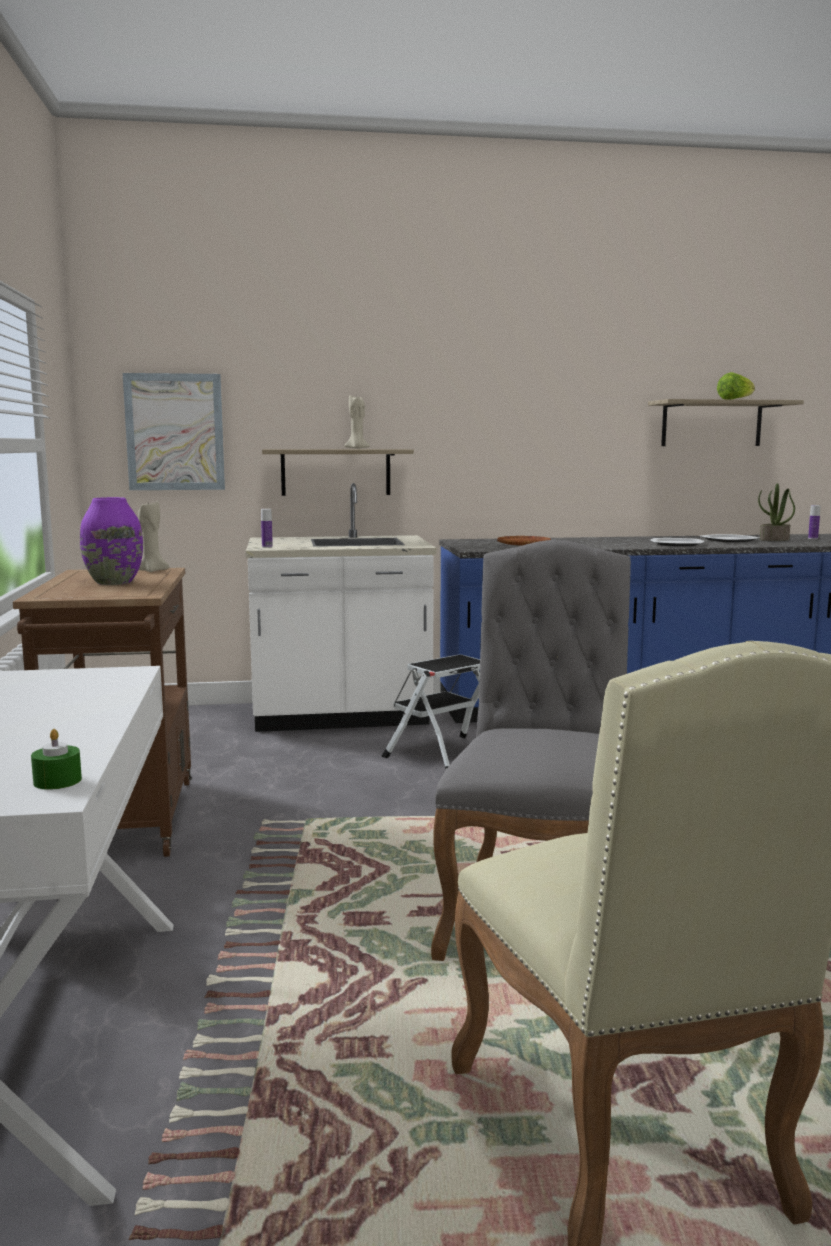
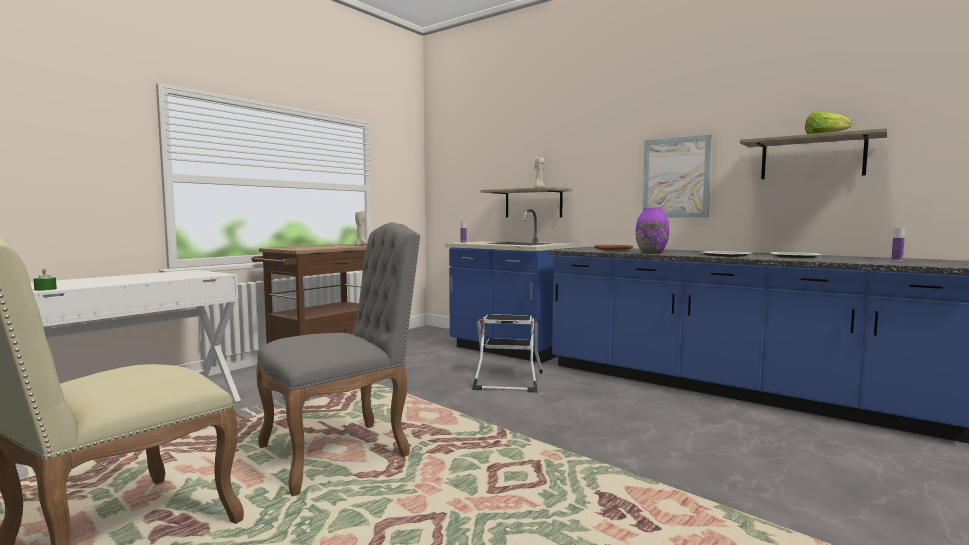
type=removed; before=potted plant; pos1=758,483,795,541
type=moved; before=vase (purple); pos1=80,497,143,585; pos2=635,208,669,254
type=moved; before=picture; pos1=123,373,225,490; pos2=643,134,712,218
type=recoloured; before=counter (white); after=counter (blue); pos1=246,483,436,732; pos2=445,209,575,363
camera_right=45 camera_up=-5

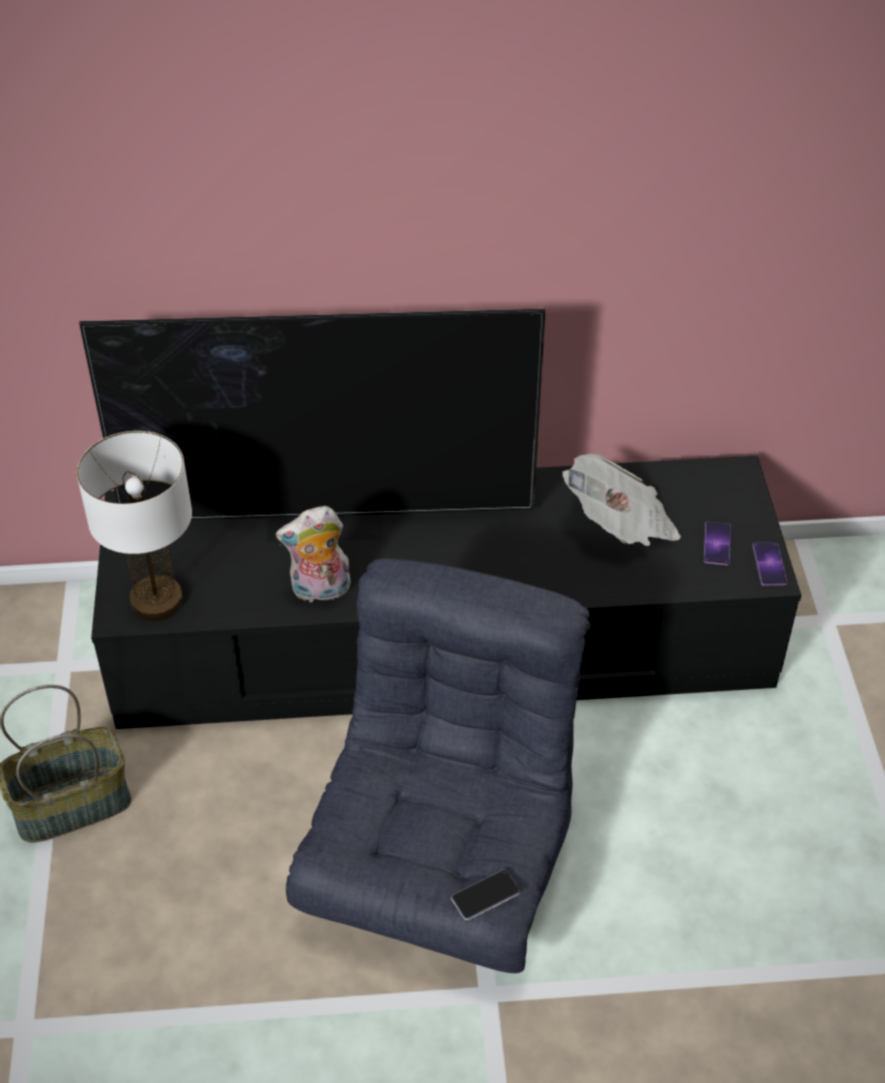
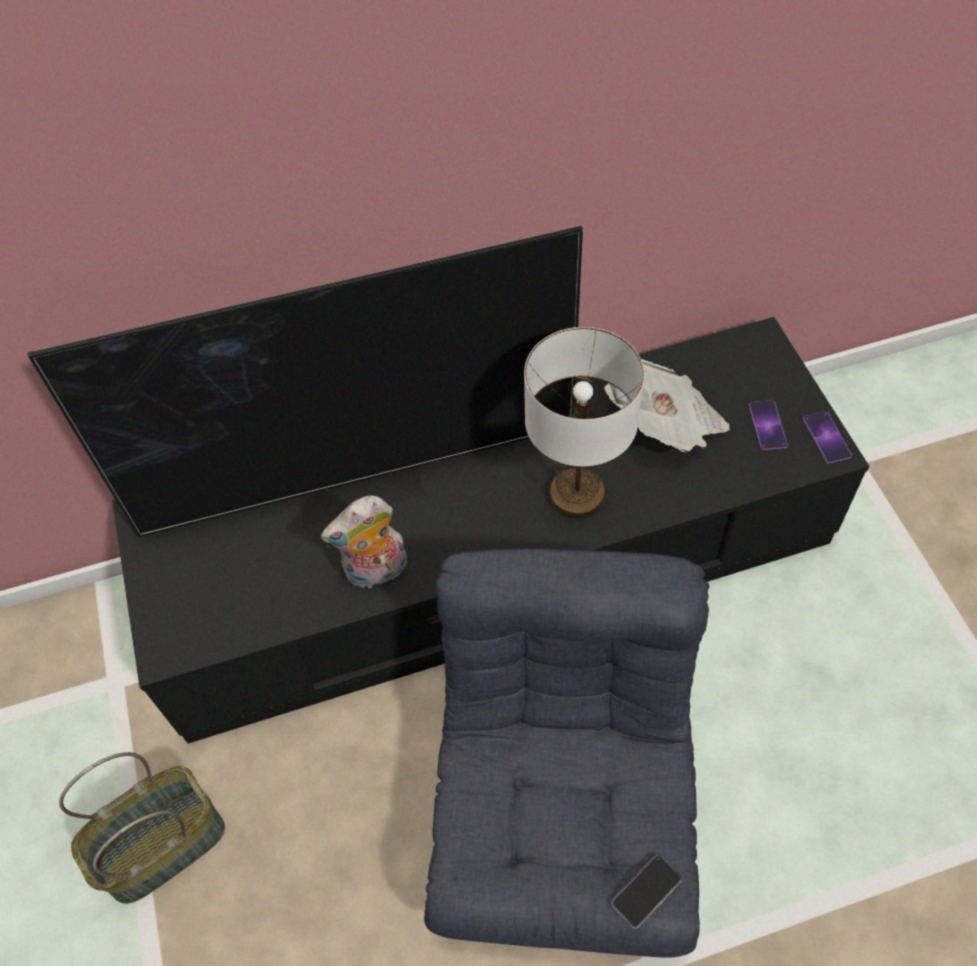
type=moved; before=table lamp; pos1=77,431,192,621; pos2=524,327,644,519
camera_right=-10 camera_up=10

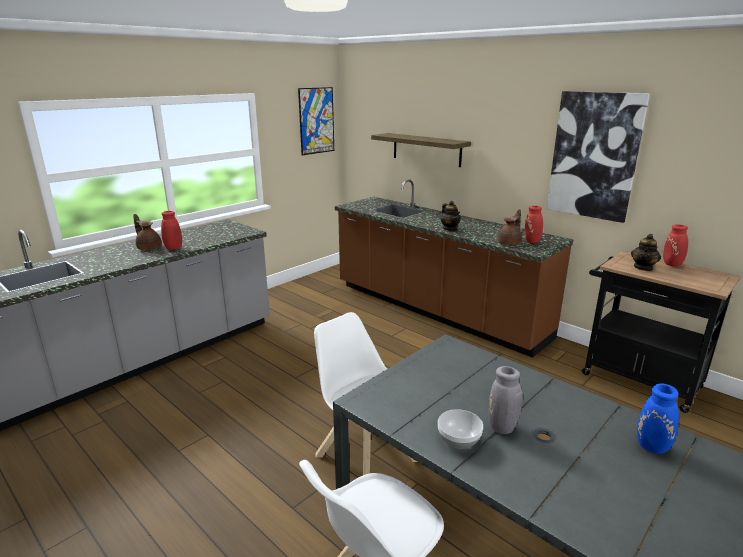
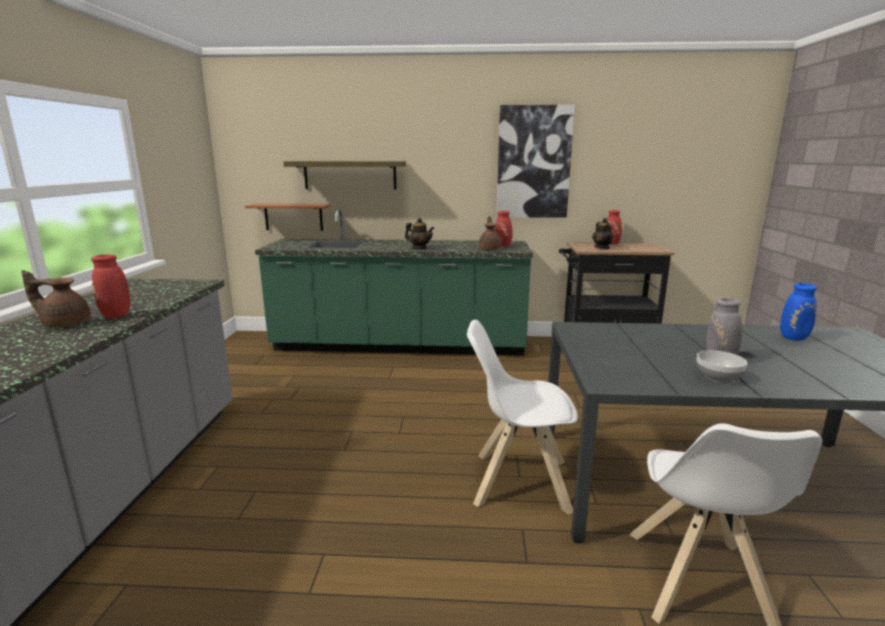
type=removed; before=picture; pos1=298,87,334,155
type=added; after=shelf; pos2=245,203,331,231
type=recoloured; before=counter (brown); after=counter (green); pos1=335,179,574,358; pos2=255,209,533,356
camera_right=-40 camera_up=-5

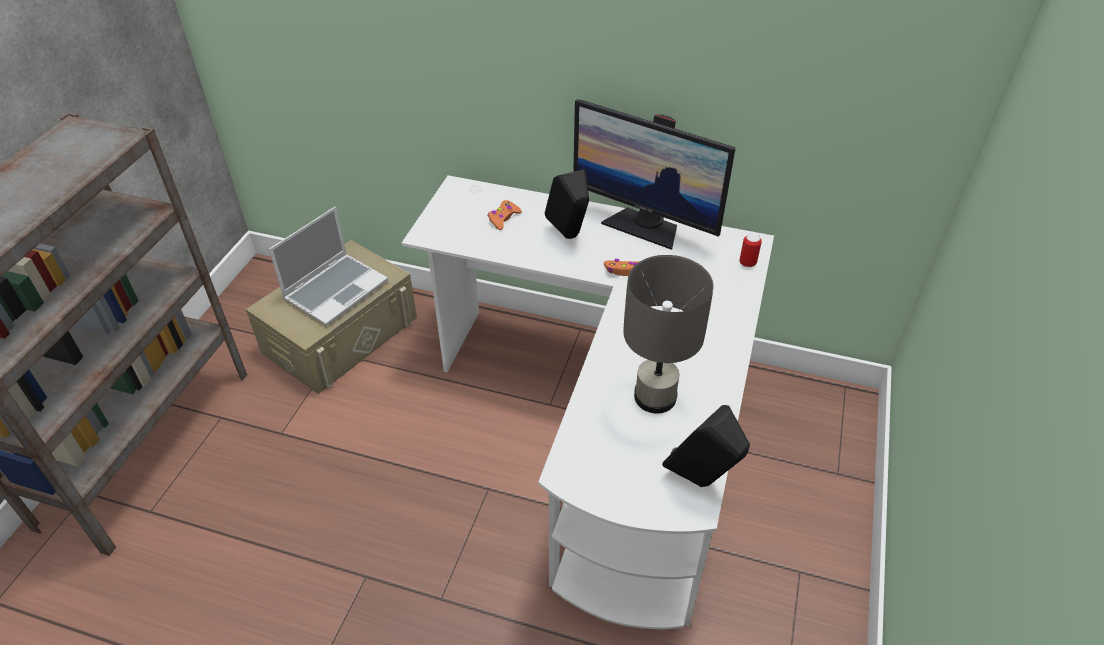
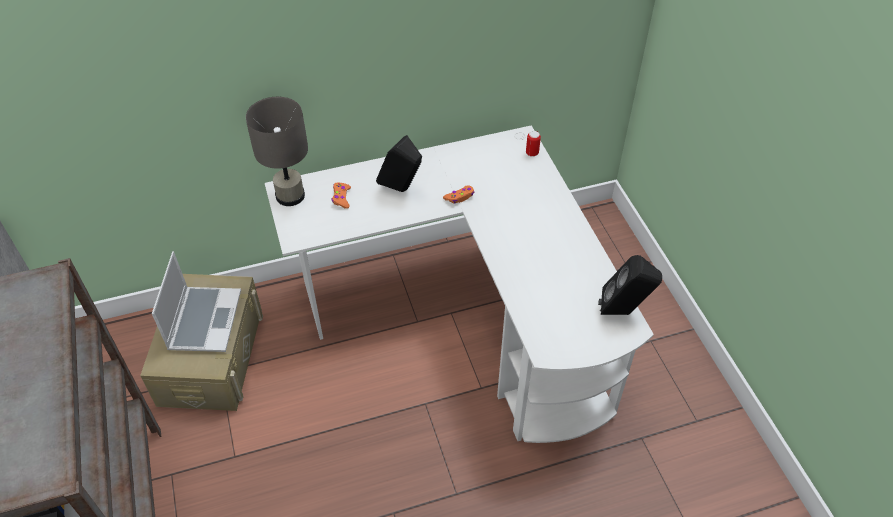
type=removed; before=monitor; pos1=573,100,736,250
type=moved; before=table lamp (grey); pos1=623,255,714,413; pos2=246,97,308,206
camera_right=-35 camera_up=5

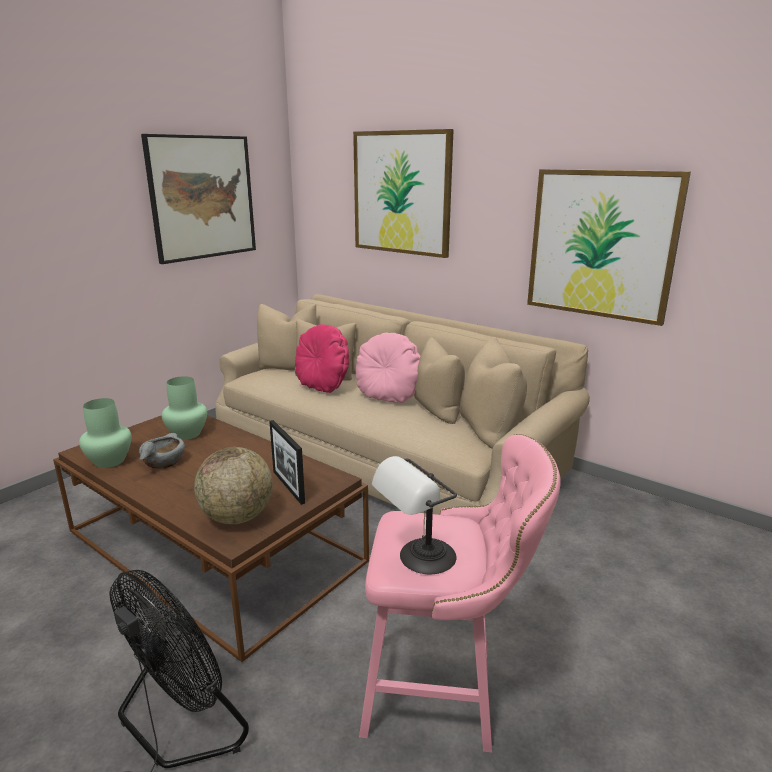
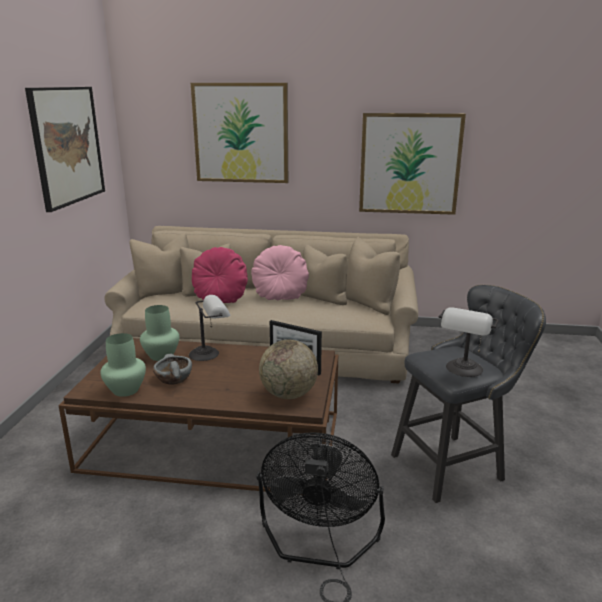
type=added; after=table lamp; pos2=189,295,230,361
type=recoloured; before=stool (pink); after=stool (grey); pos1=359,434,561,753; pos2=391,285,546,503
camera_right=-30 camera_up=0

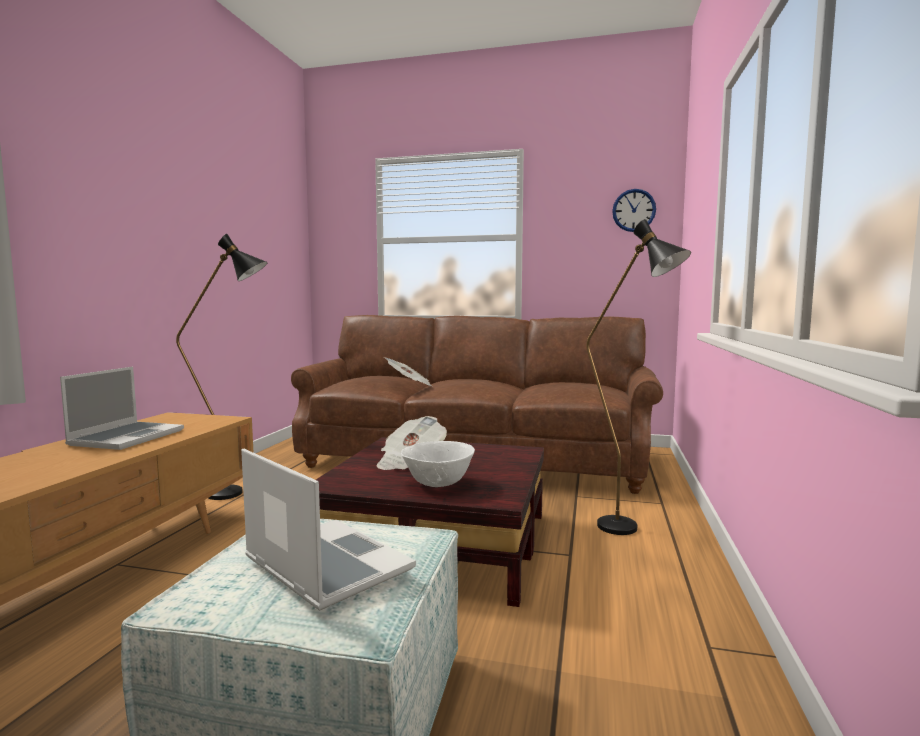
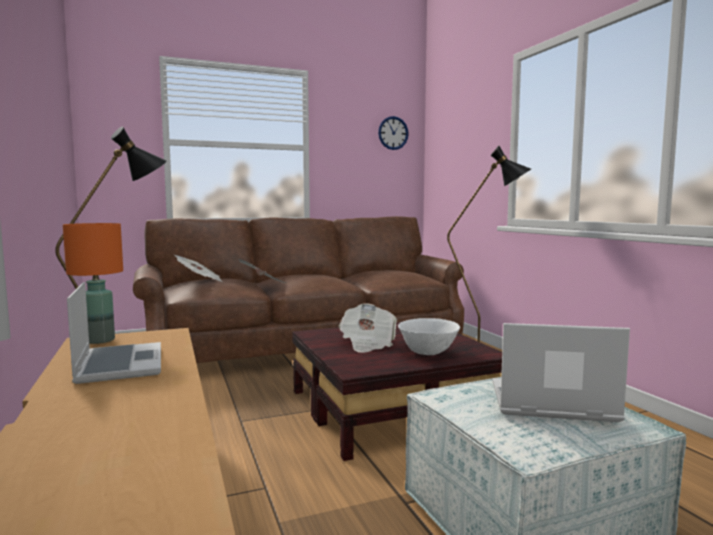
type=added; after=table lamp (orange); pos2=63,223,123,344
type=added; after=newspaper; pos2=174,255,223,282
camera_right=-35 camera_up=0

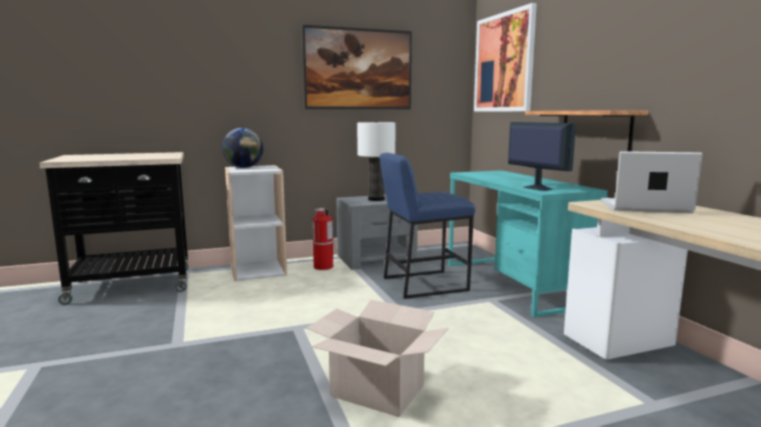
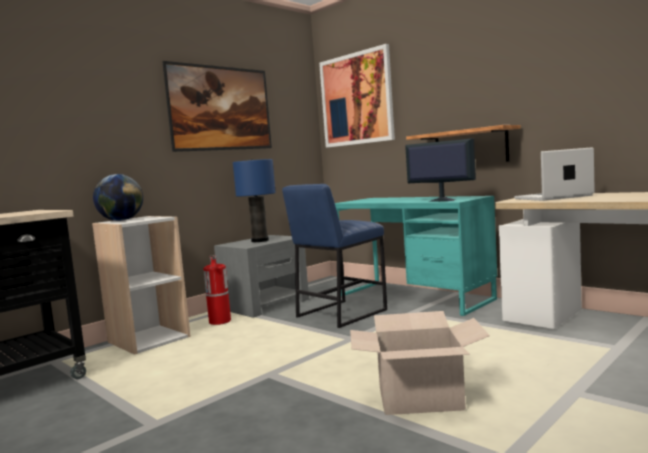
type=recoloured; before=table lamp (white); after=table lamp (blue); pos1=357,121,395,201; pos2=233,159,276,242
camera_right=-25 camera_up=-5

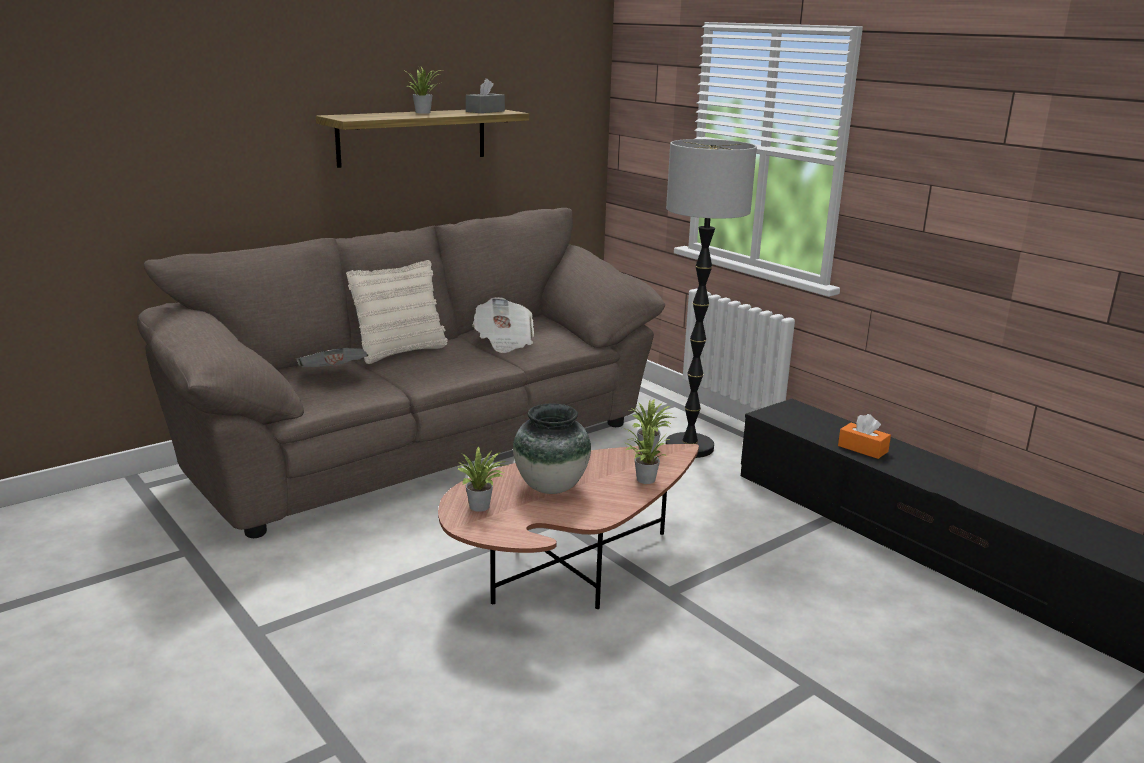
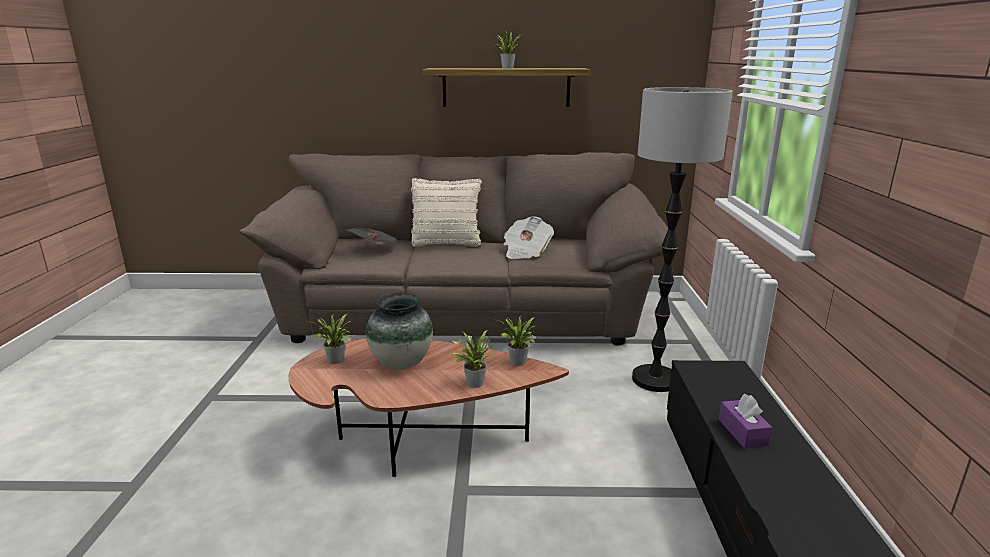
type=removed; before=tissue box (grey); pos1=466,78,505,113
type=recoloured; before=tissue box (orange); after=tissue box (purple); pos1=838,414,891,459; pos2=719,394,773,448
camera_right=40 camera_up=0

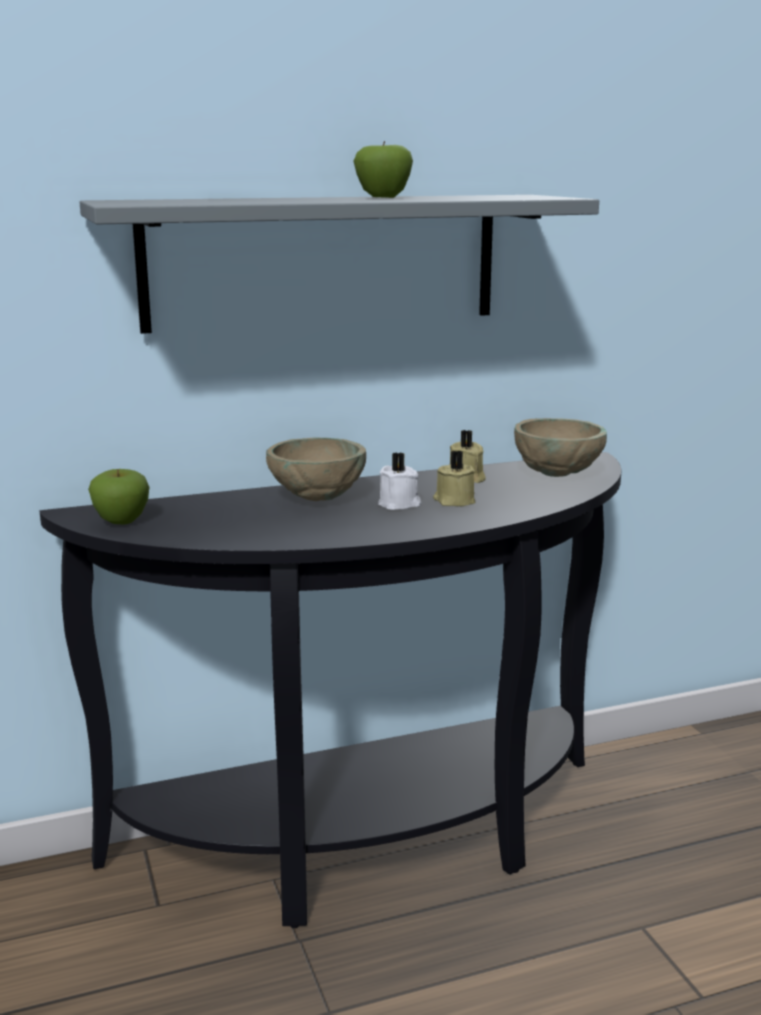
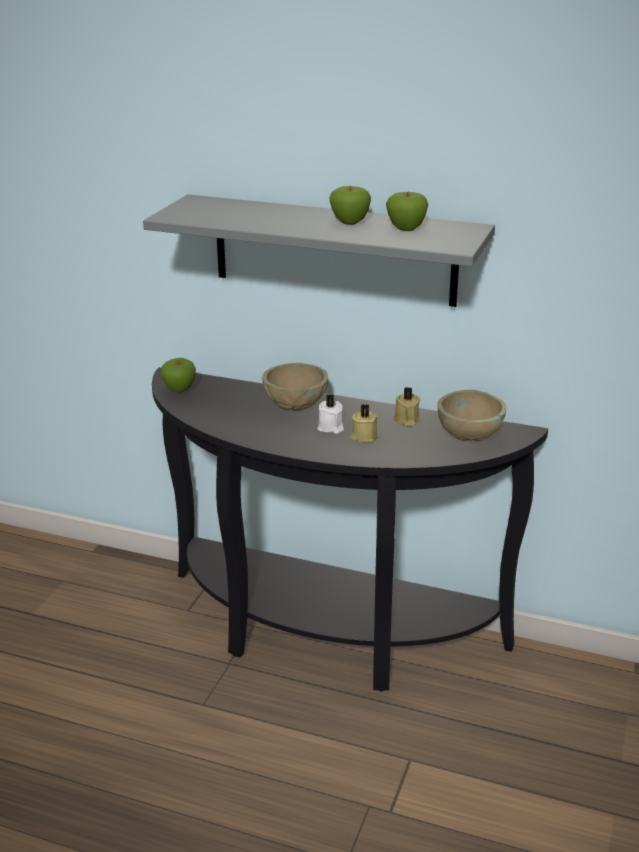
type=added; after=apple; pos2=386,192,428,231
camera_right=40 camera_up=10

